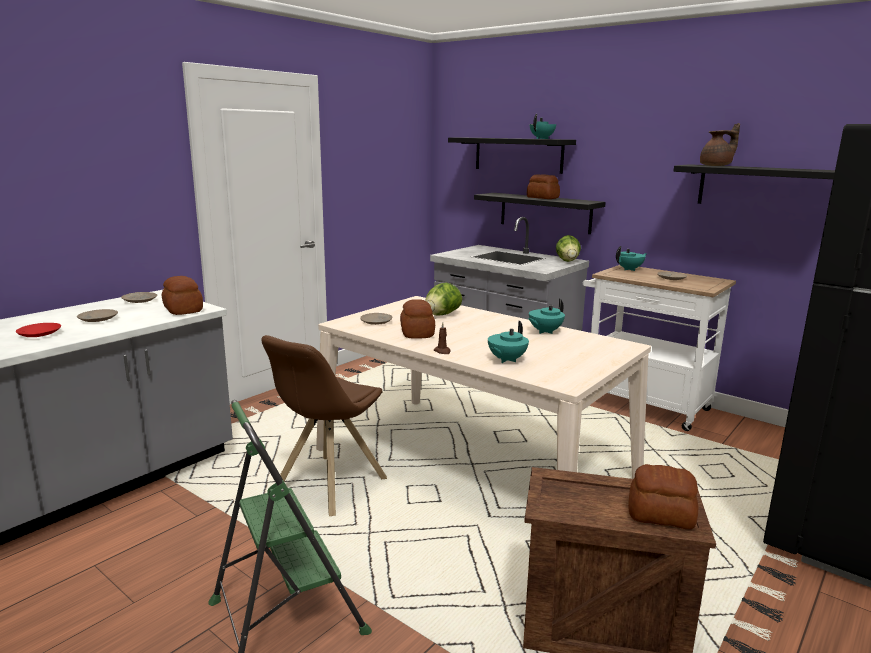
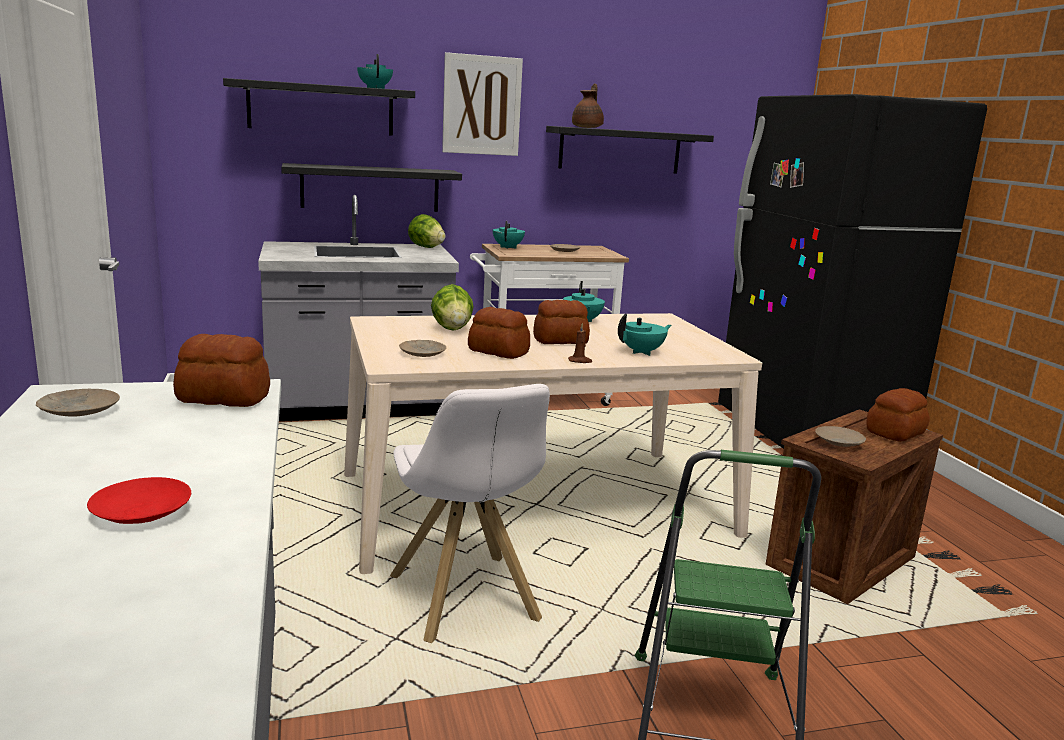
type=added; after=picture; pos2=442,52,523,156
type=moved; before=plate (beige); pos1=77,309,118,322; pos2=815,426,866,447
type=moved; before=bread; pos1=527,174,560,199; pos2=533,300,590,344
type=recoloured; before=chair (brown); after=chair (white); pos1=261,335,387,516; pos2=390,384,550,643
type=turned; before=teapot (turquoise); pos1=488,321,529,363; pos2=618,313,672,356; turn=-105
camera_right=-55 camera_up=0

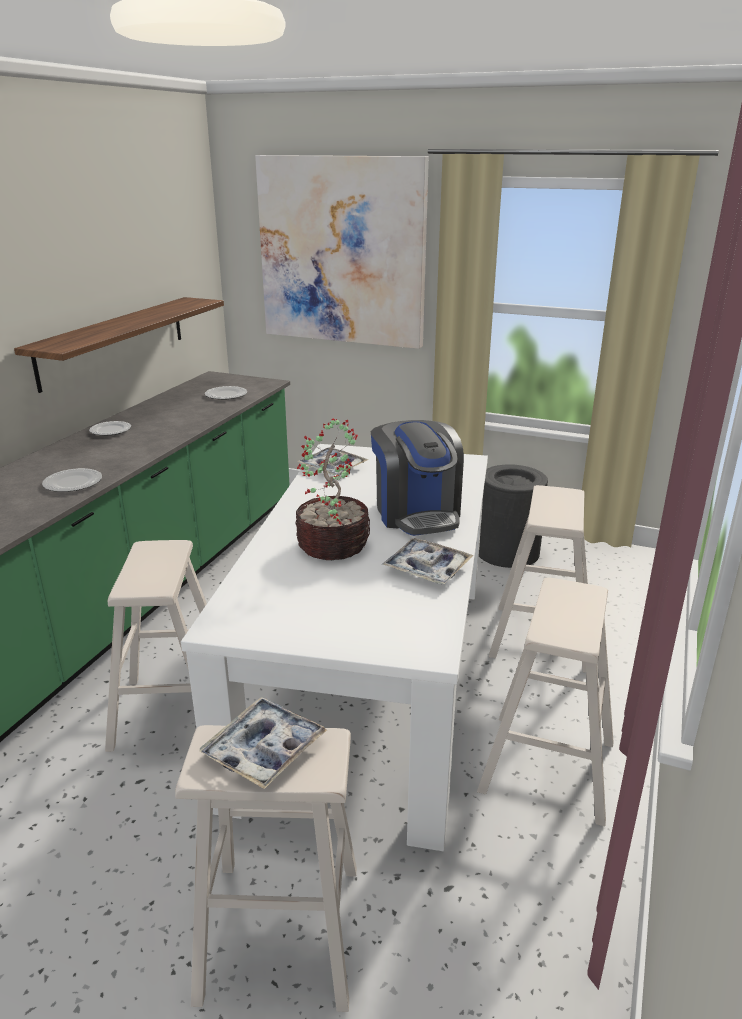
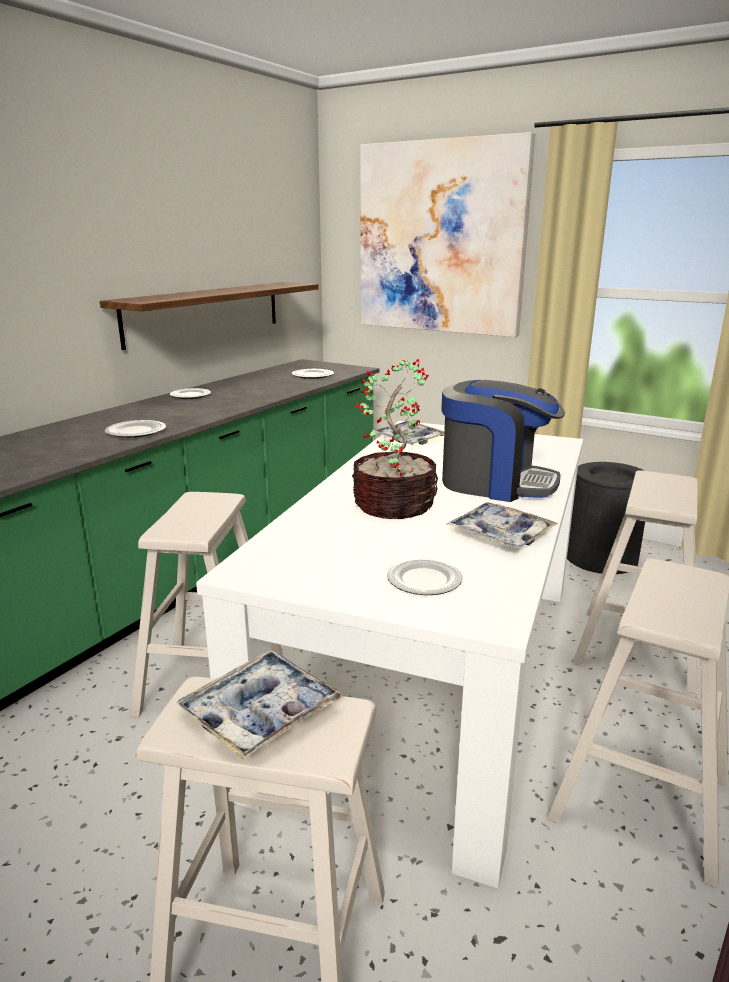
type=added; after=plate; pos2=387,558,463,595
type=turned; before=coffee machine; pos1=371,420,464,536; pos2=441,380,565,502; turn=-60
camera_right=10 camera_up=-5

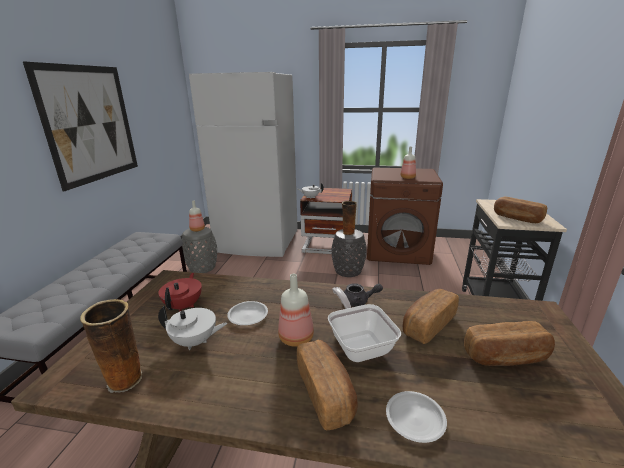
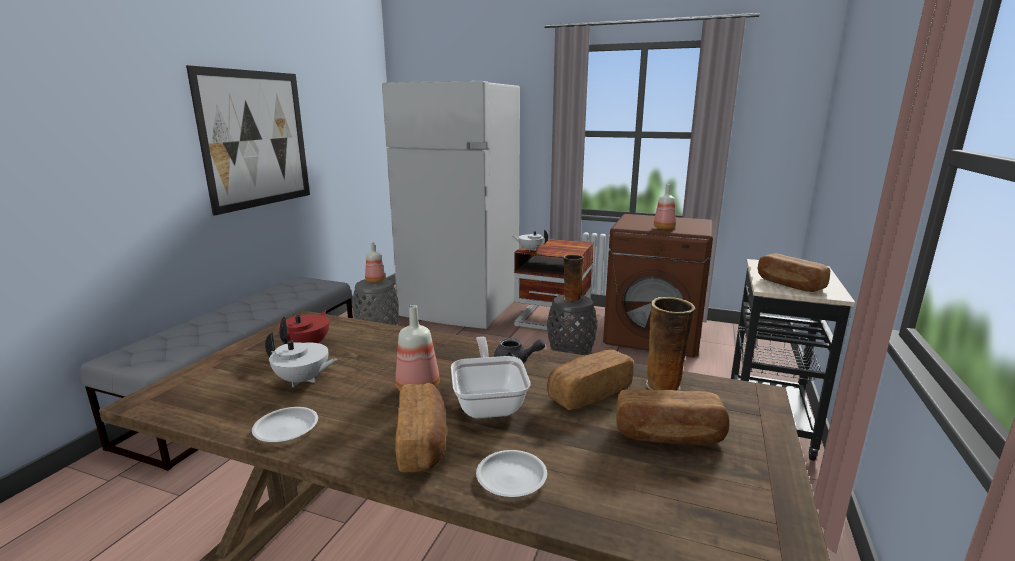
type=moved; before=vase; pos1=80,299,142,393; pos2=646,297,695,391
type=moved; before=plate (white); pos1=227,301,268,325; pos2=252,407,318,442
camera_right=10 camera_up=-5

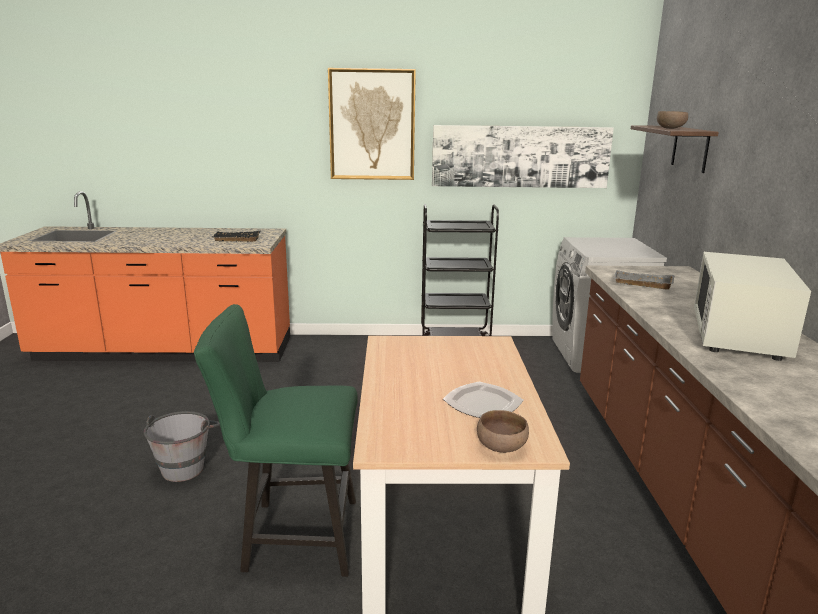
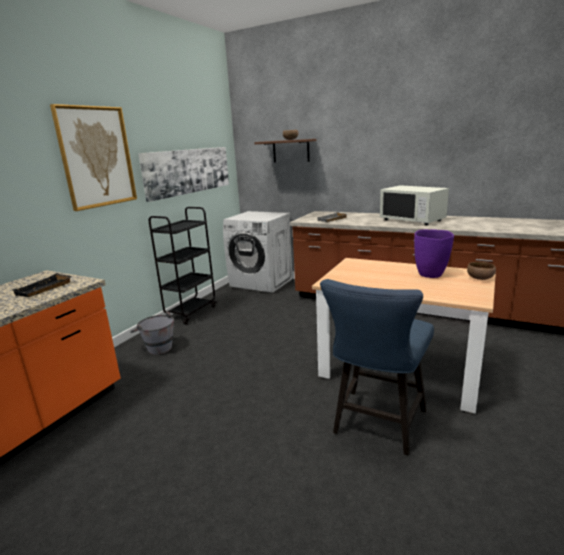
type=moved; before=bucket (grey); pos1=144,411,220,482; pos2=130,312,174,355
type=replaced; before=plate; after=vase (purple); pos1=443,382,524,418; pos2=414,229,454,278
type=recoloured; before=chair (green); after=chair (blue); pos1=194,304,358,577; pos2=320,279,434,456
camera_right=-60 camera_up=0

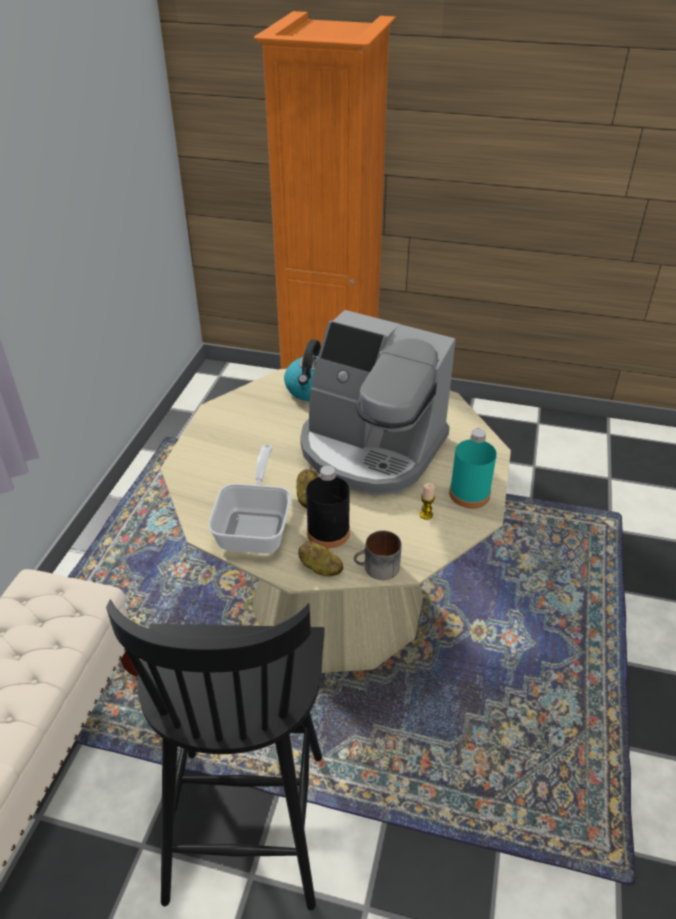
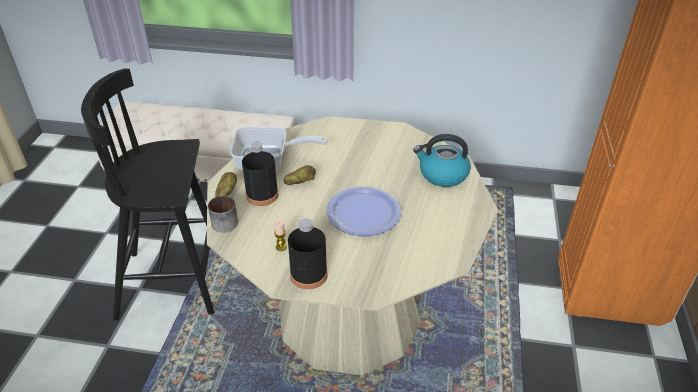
type=replaced; before=coffee machine; after=plate; pos1=300,310,456,495; pos2=327,186,401,236
type=recoloured; before=bottle (turquoise); after=bottle (black); pos1=449,429,497,508; pos2=288,218,328,289
camera_right=85 camera_up=0

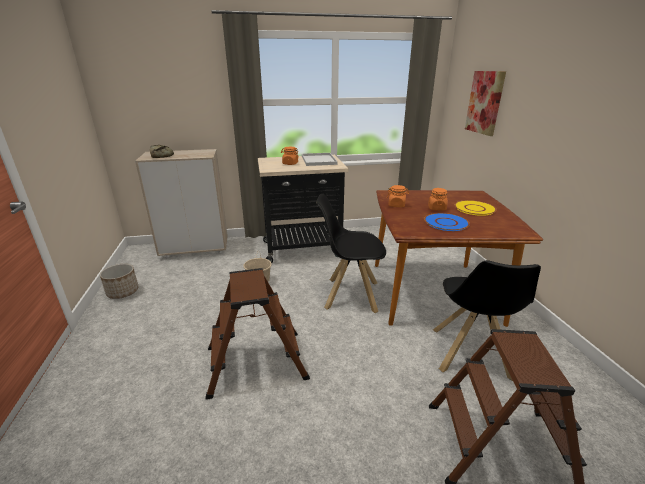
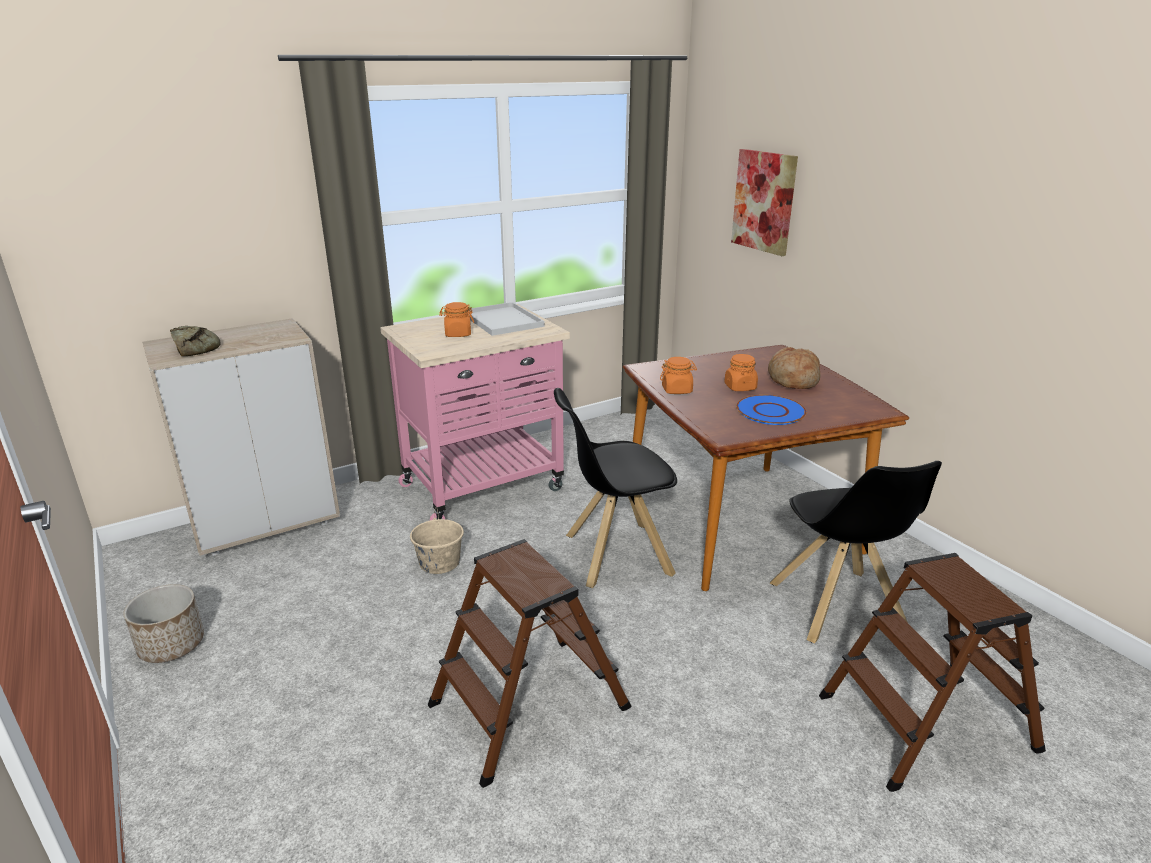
type=replaced; before=plate (yellow); after=bread; pos1=455,200,496,216; pos2=768,347,821,389
type=recoloured; before=cart (black); after=cart (pink); pos1=258,155,349,263; pos2=380,304,570,520
camera_right=-20 camera_up=0

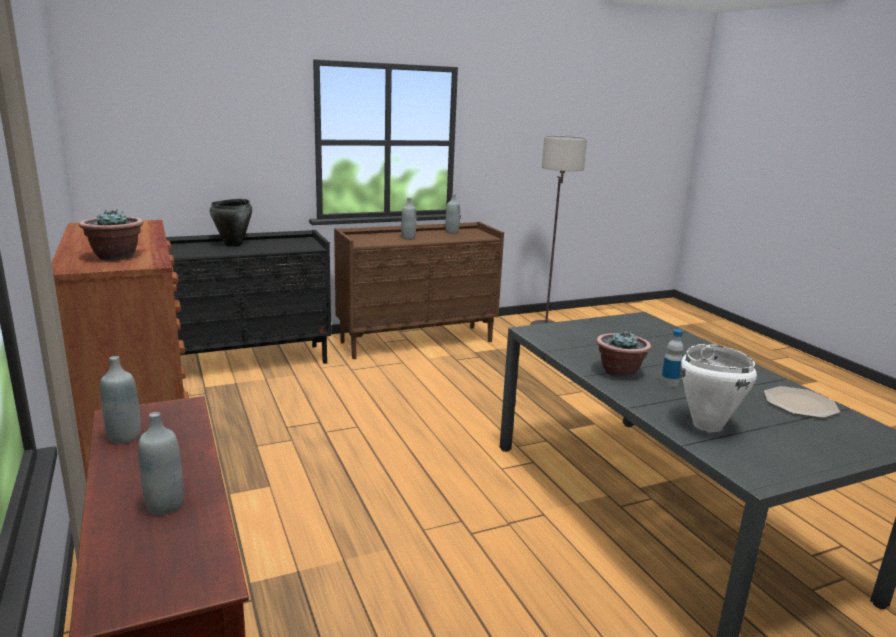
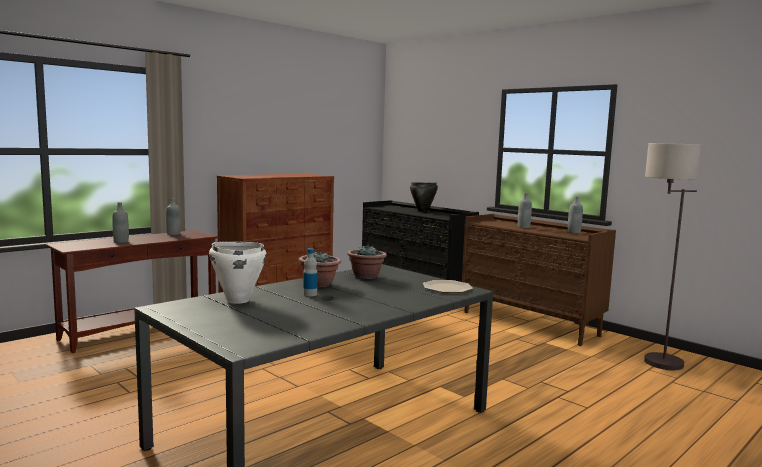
type=moved; before=potted plant; pos1=79,209,144,261; pos2=347,244,387,279
type=moved; before=plate; pos1=764,386,840,418; pos2=423,280,473,293
camera_right=70 camera_up=-10

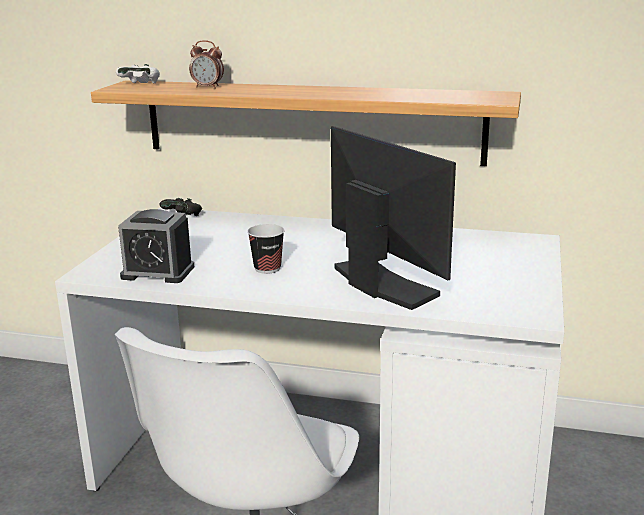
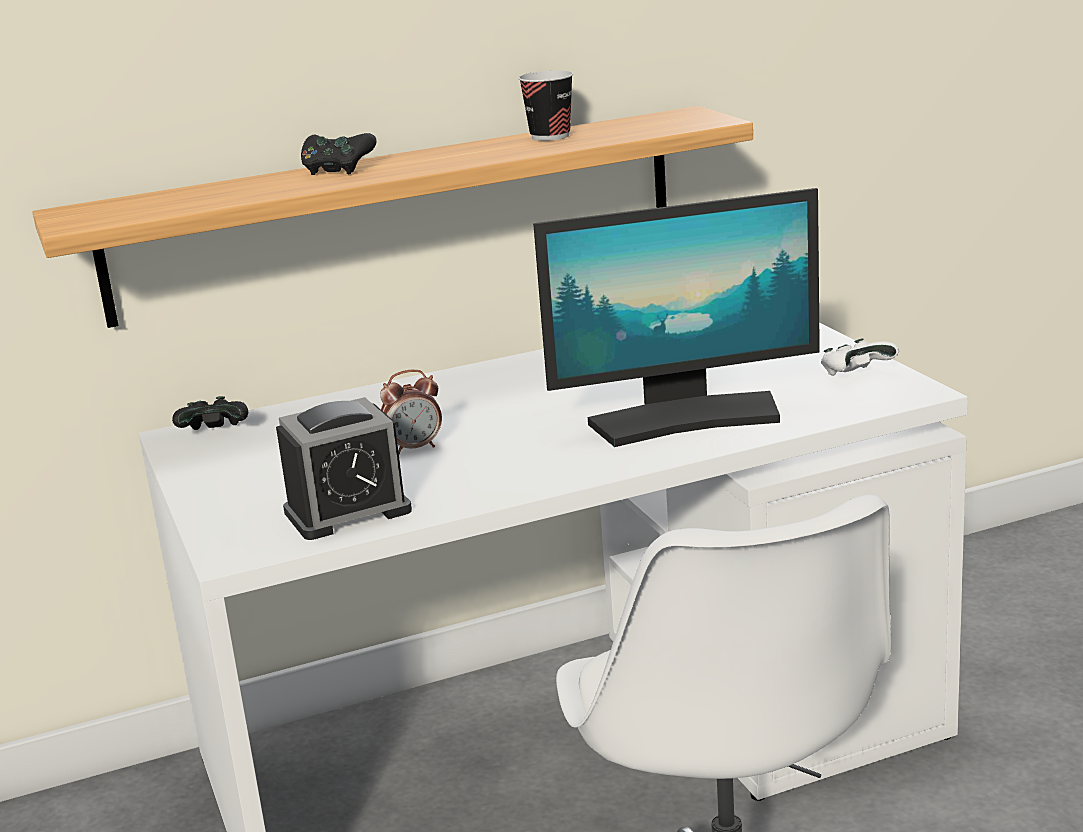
type=added; after=game controller (black); pos2=301,133,377,175
type=moved; before=game controller (white); pos1=116,64,160,83; pos2=821,338,899,376
type=moved; before=alarm clock; pos1=189,40,224,89; pos2=380,370,442,454
type=moved; before=cup; pos1=247,224,285,274; pos2=518,70,573,141
type=turned; before=monitor; pos1=331,126,456,310; pos2=533,188,820,447; turn=150
camera_right=-35 camera_up=0

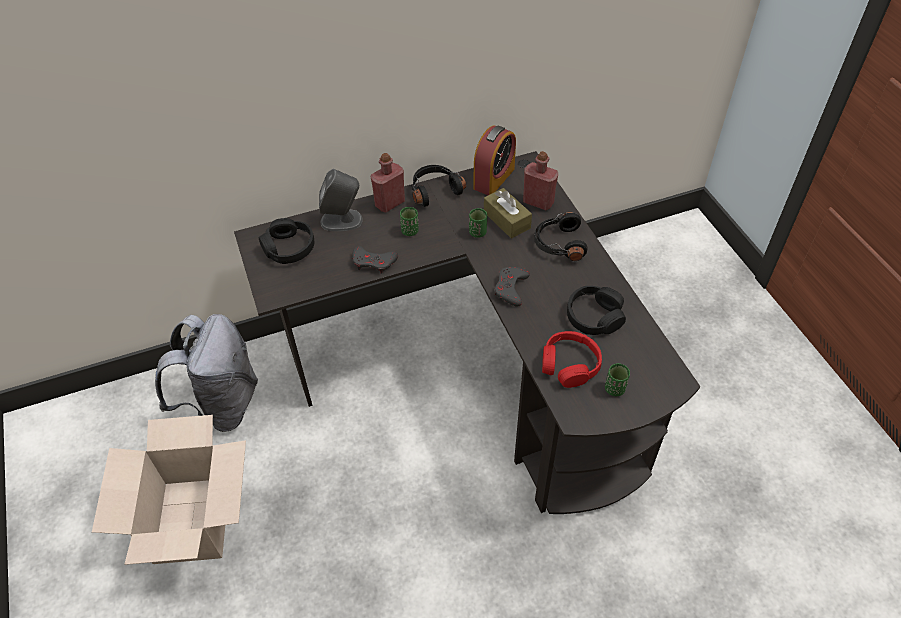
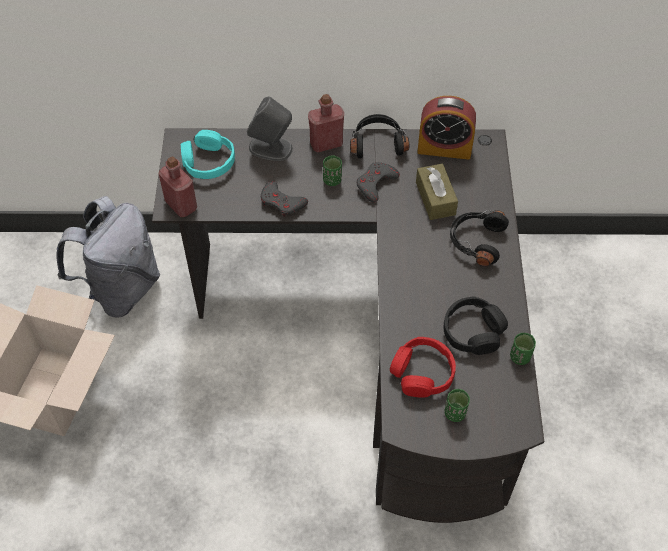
type=moved; before=cup (green); pos1=469,208,487,238; pos2=510,333,536,365
type=moved; before=game controller (grey); pos1=494,267,530,307; pos2=356,162,400,203
type=moved; before=bottle (red); pos1=523,151,558,210; pos2=158,156,197,217
type=recoloured; before=headphones (black); after=headphones (turquoise); pos1=259,218,314,264; pos2=181,130,235,179
type=turned; before=alarm clock; pos1=474,125,516,195; pos2=417,96,476,160; turn=45
camera_right=20 camera_up=5

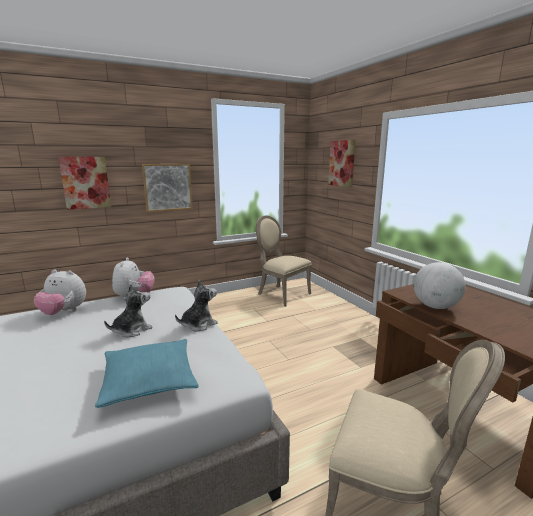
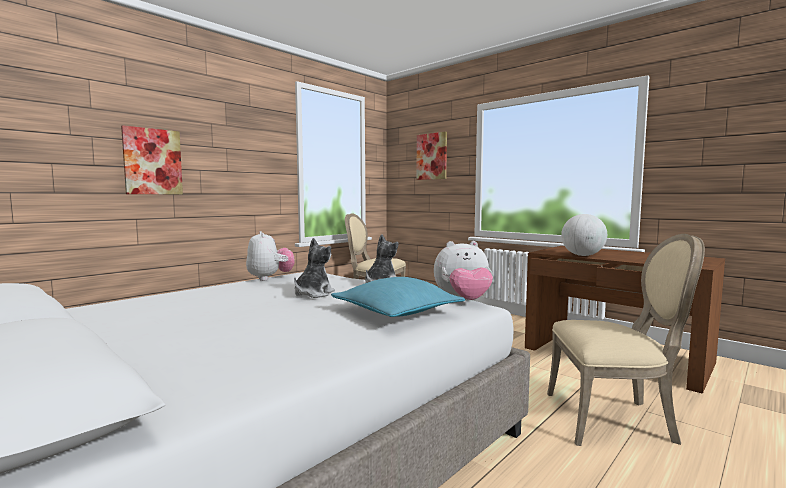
type=removed; before=picture; pos1=142,164,193,212
type=moved; before=plush toy; pos1=34,269,86,315; pos2=434,241,493,300
camera_right=-20 camera_up=-10

